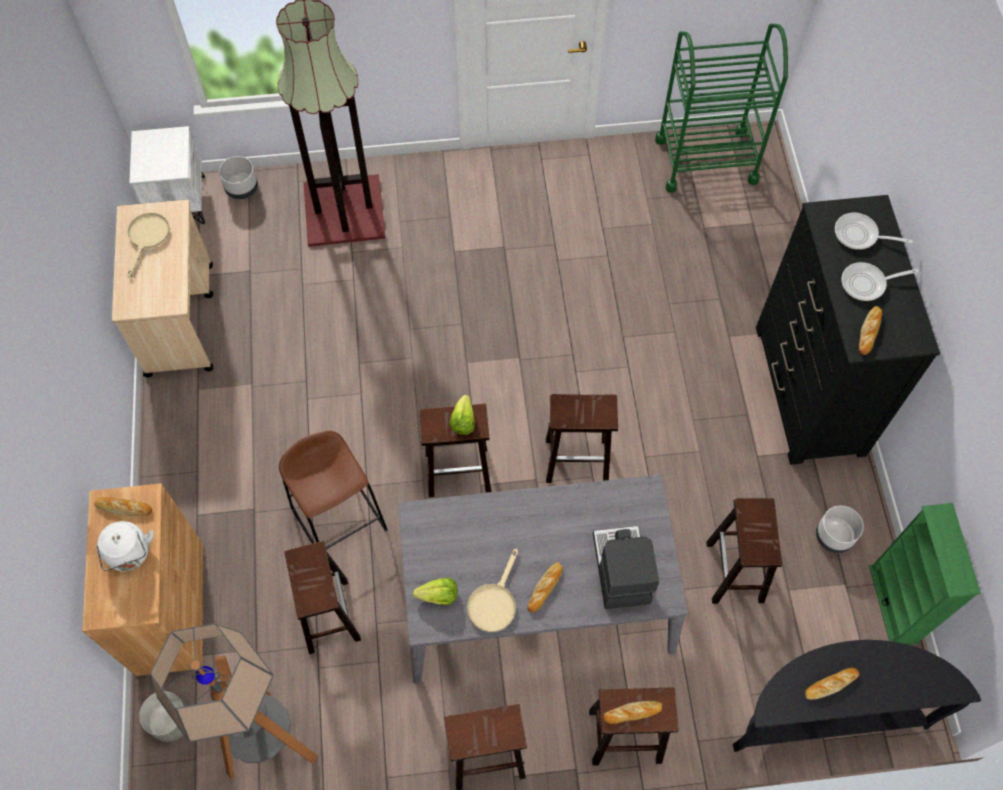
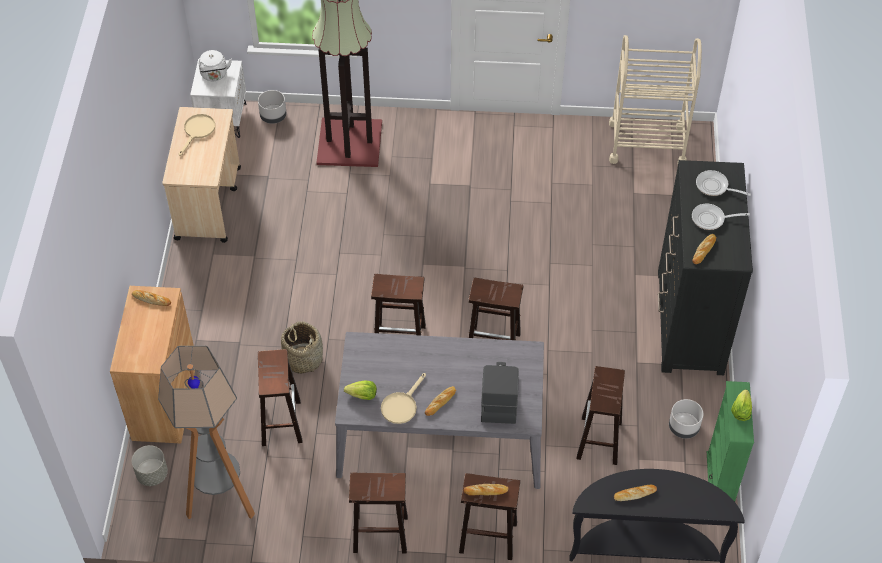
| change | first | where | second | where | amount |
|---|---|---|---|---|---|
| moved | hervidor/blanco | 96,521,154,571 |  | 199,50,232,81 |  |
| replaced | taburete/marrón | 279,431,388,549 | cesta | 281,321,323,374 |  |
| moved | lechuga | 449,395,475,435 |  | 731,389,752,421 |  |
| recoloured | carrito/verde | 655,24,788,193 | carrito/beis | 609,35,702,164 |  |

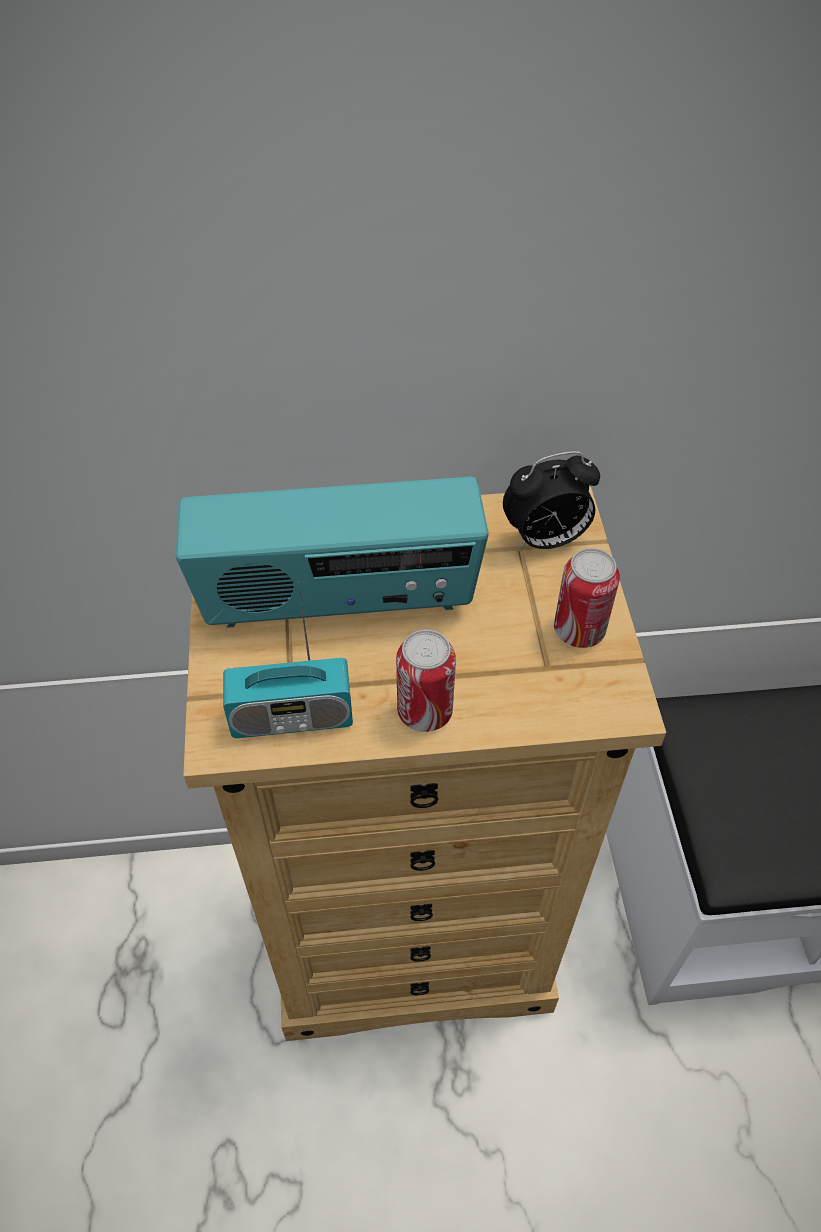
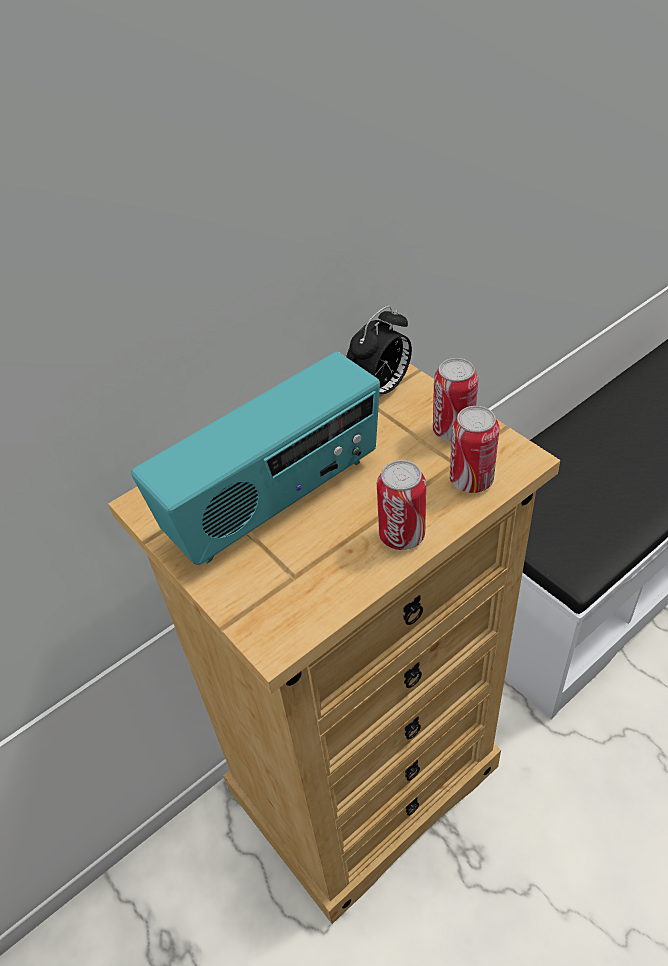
| change | first | where | second | where | amount |
|---|---|---|---|---|---|
| removed | radio | 223,581,353,738 |  |  |  |
| added |  |  | lata | 450,406,499,493 |  |

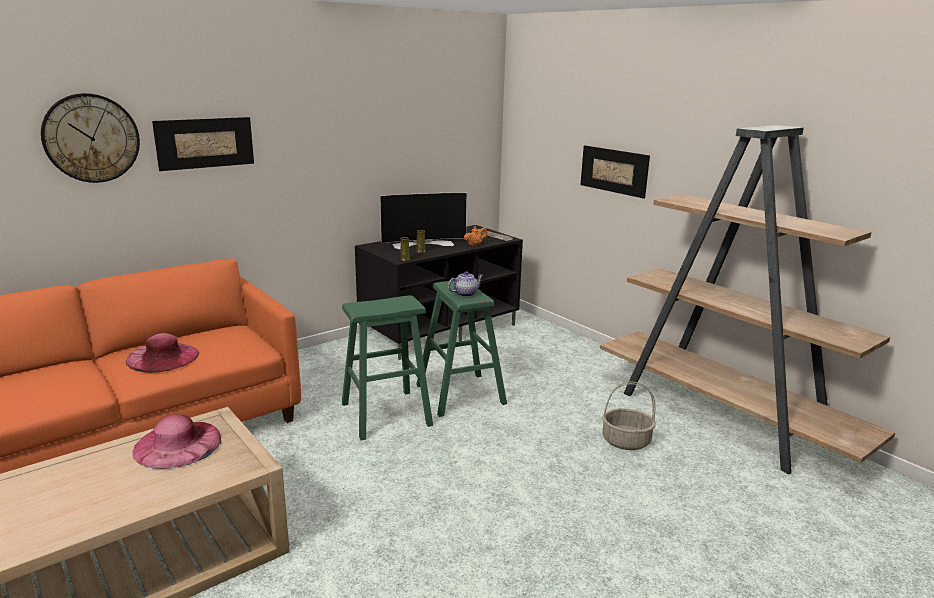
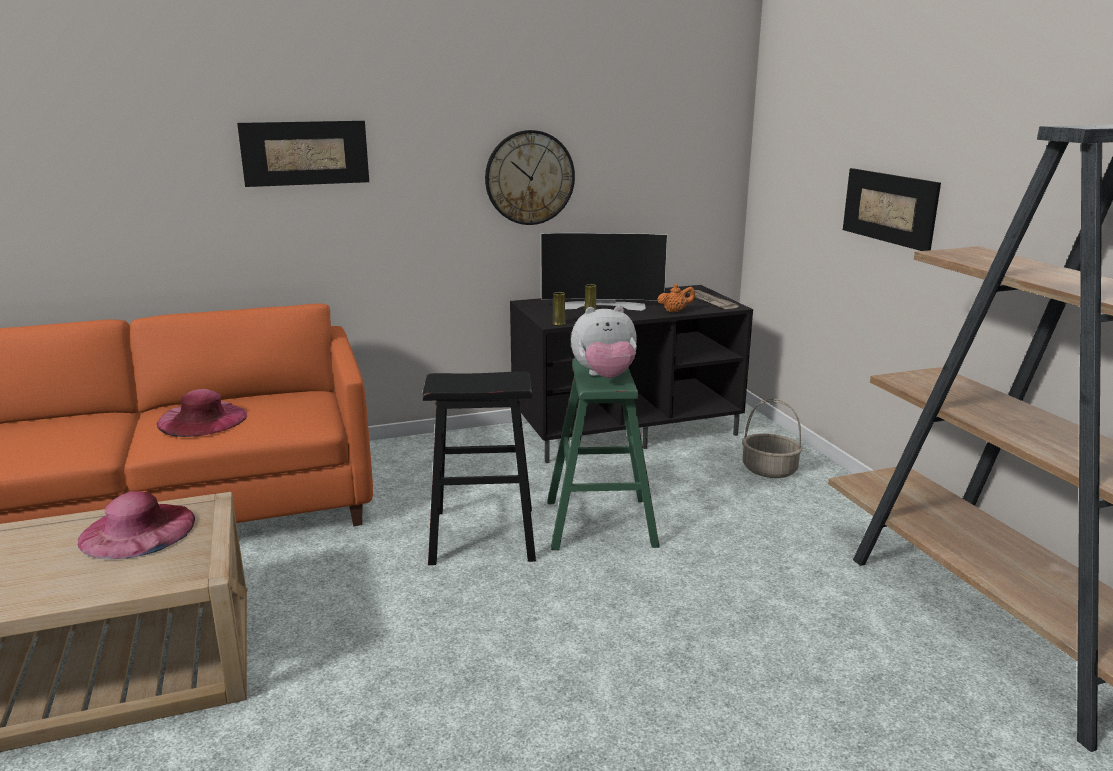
| change | first | where | second | where | amount |
|---|---|---|---|---|---|
| moved | reloj de pared | 41,93,140,183 |  | 485,130,575,225 |  |
| recoloured | taburete/verde | 342,295,433,440 | taburete/negro | 422,371,536,565 |  |
| replaced | tetera | 448,271,483,297 | peluche | 571,306,637,378 |  |
| moved | cesta | 602,381,656,450 |  | 742,399,802,478 |  |

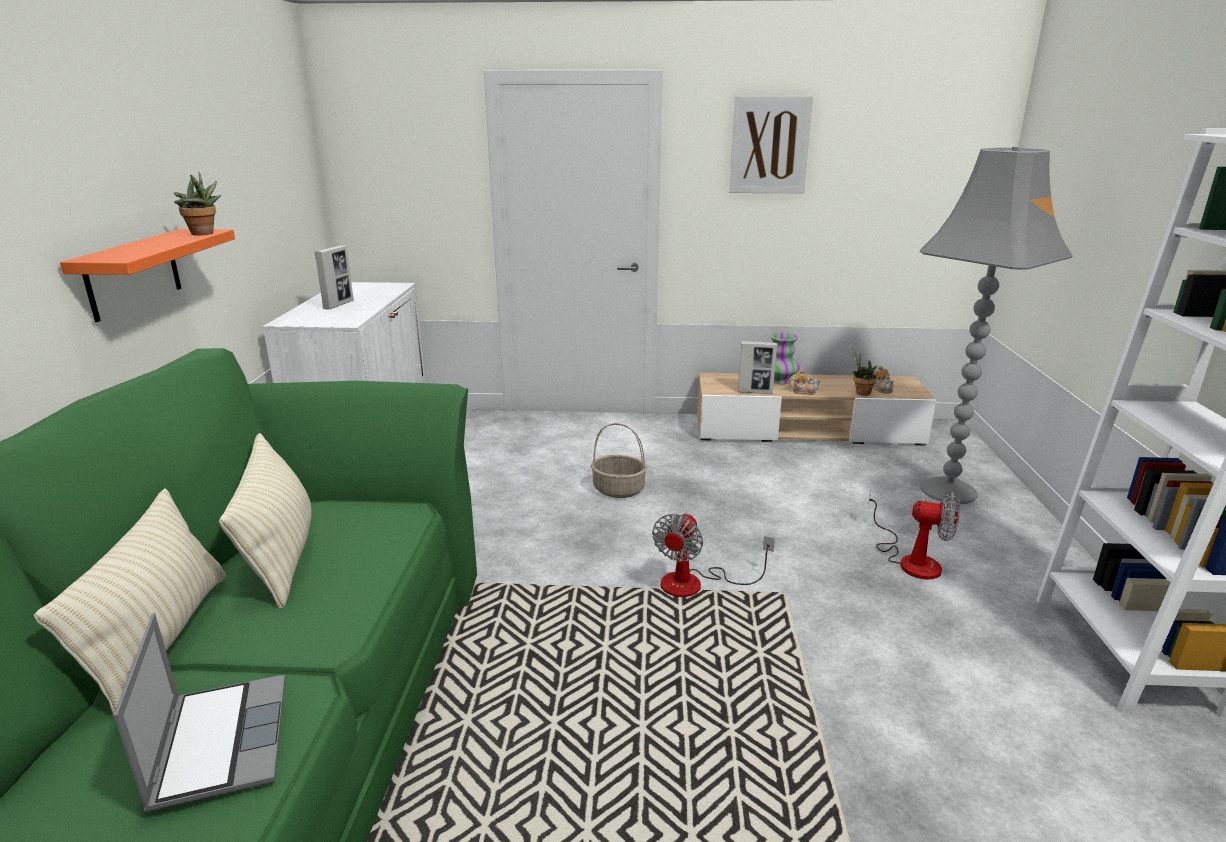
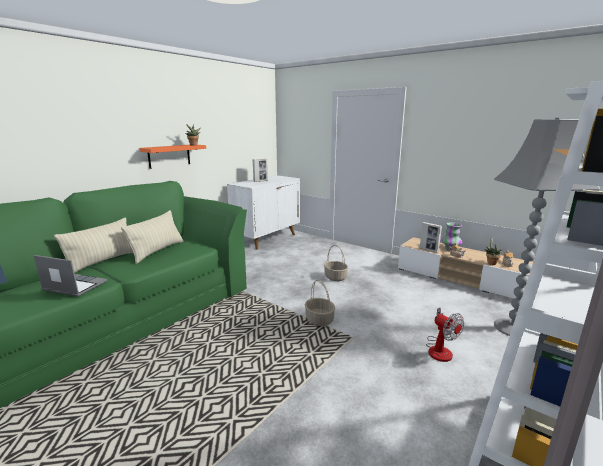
| change | first | where | second | where | amount |
|---|---|---|---|---|---|
| turned | portátil | 114,613,285,812 |  | 33,255,107,297 | 90 degrees counterclockwise |
| replaced | ventilador | 652,512,775,597 | cesta | 305,280,335,326 |  |
| removed | cuadro | 729,96,813,193 |  |  |  |

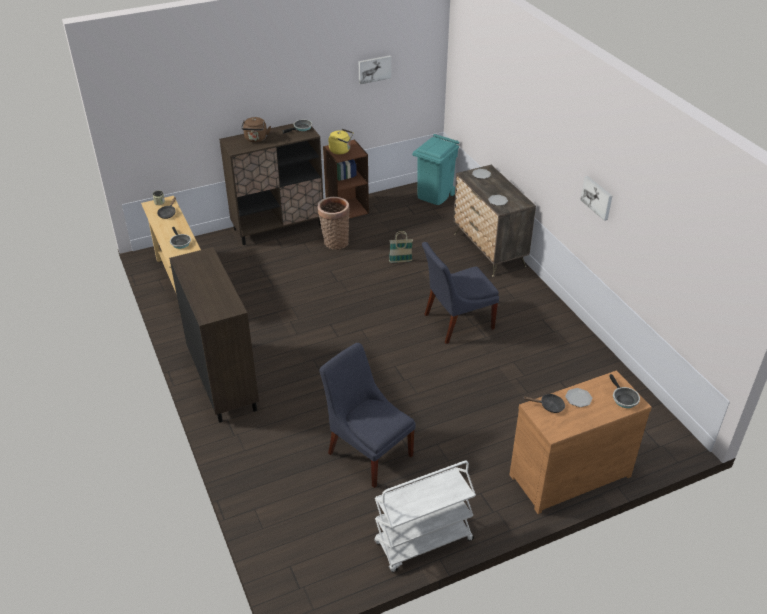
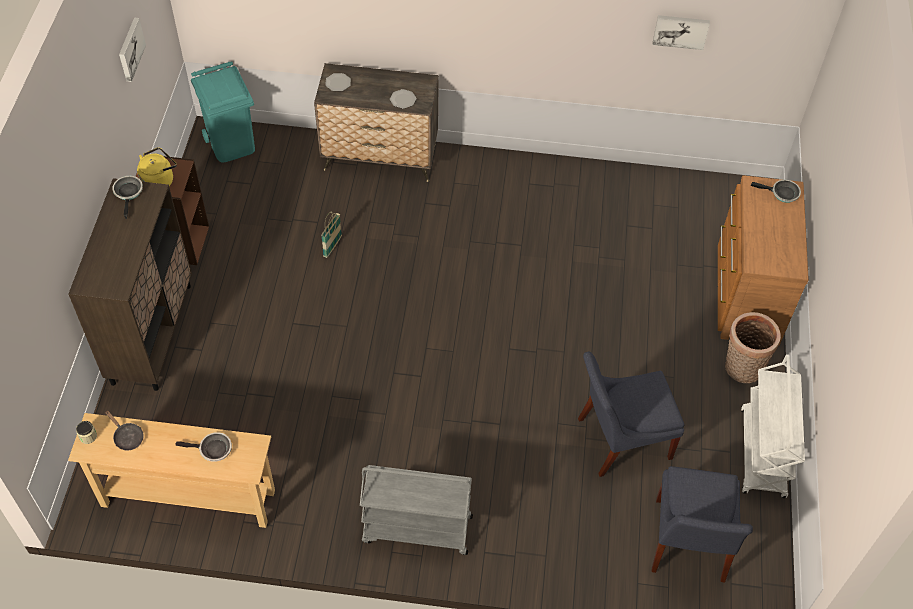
| change | first | where | second | where | amount |
|---|---|---|---|---|---|
| replaced | armario/marrón | 169,247,259,423 | carrito/gris | 360,465,473,555 |  |
| removed | hervidor/marrón | 241,117,271,142 |  |  |  |
| moved | cesta | 318,197,350,249 |  | 725,312,781,383 |  |
| moved | silla/azul | 422,242,499,344 |  | 652,466,753,583 |  |
| removed | sartén/negro | 524,394,565,413 |  |  |  |
| removed | plato | 565,388,593,407 |  |  |  |
| moved | cuadro | 580,176,612,221 |  | 652,15,710,50 |  |

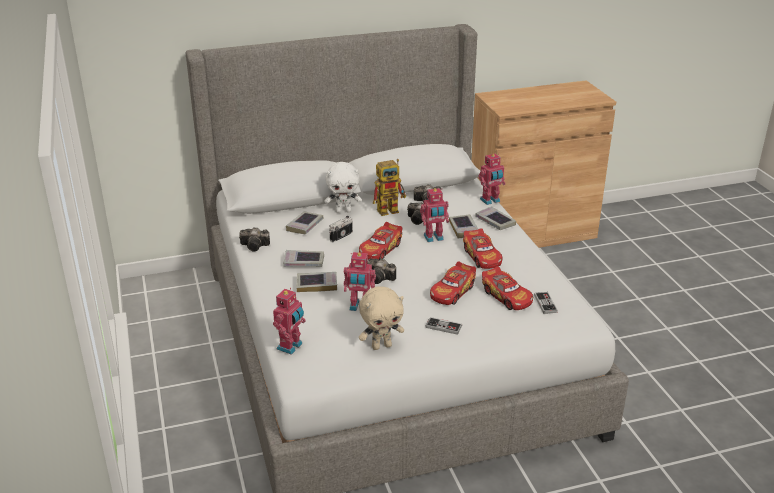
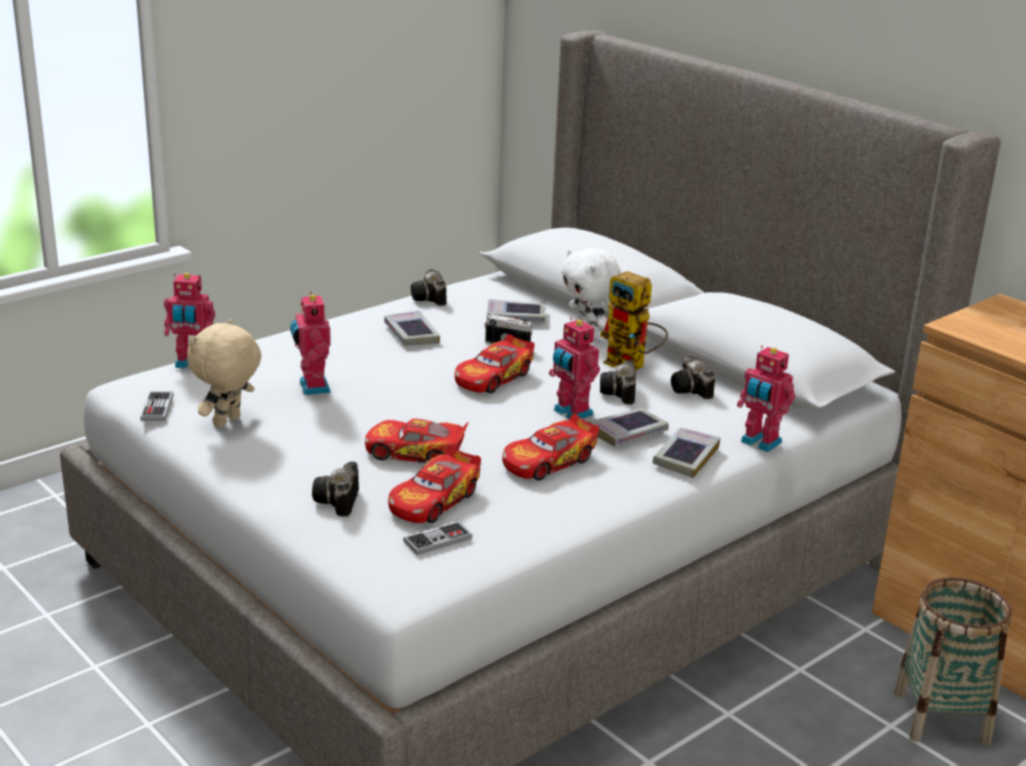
| change | first | where | second | where | amount |
|---|---|---|---|---|---|
| removed | libro | 296,272,337,292 |  |  |  |
| turned | coche de juguete | 359,222,402,260 |  | 455,334,535,393 | 60 degrees counterclockwise |
| turned | peluche/beis | 359,287,404,350 |  | 187,319,261,428 | 75 degrees clockwise |
| moved | cámara | 367,258,396,284 |  | 312,462,359,517 |  |
| moved | mando de consola | 425,317,462,335 |  | 140,392,173,421 |  |
| added |  |  | cesta | 894,577,1012,745 |  |

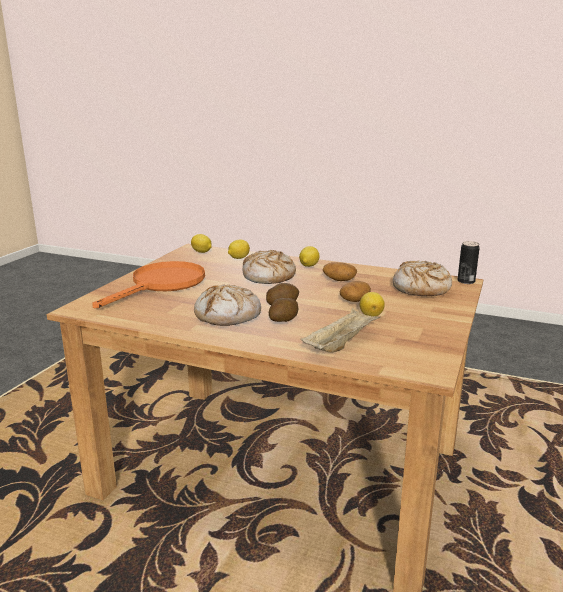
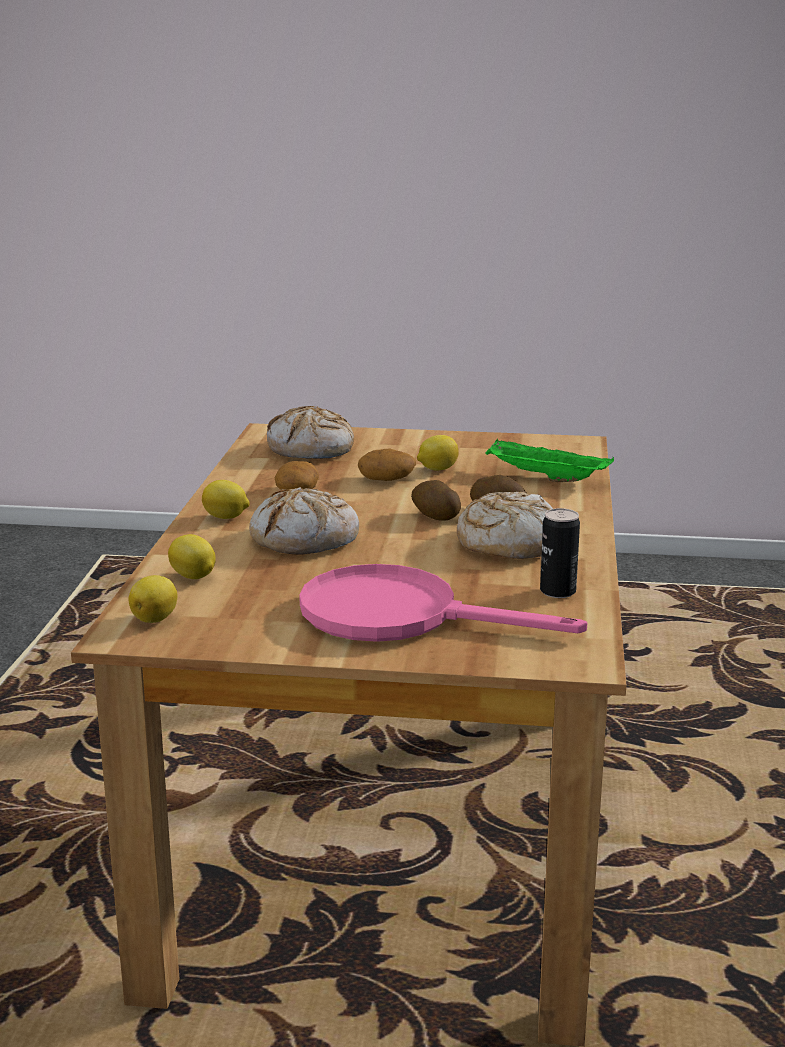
| change | first | where | second | where | amount |
|---|---|---|---|---|---|
| recoloured | sartén/naranja | 92,261,205,308 | sartén/rosa | 299,564,587,642 |  |
| recoloured | bandeja/beis | 301,308,380,353 | bandeja/verde | 486,439,614,482 |  |
| moved | lata | 457,241,480,284 |  | 540,508,580,598 |  |

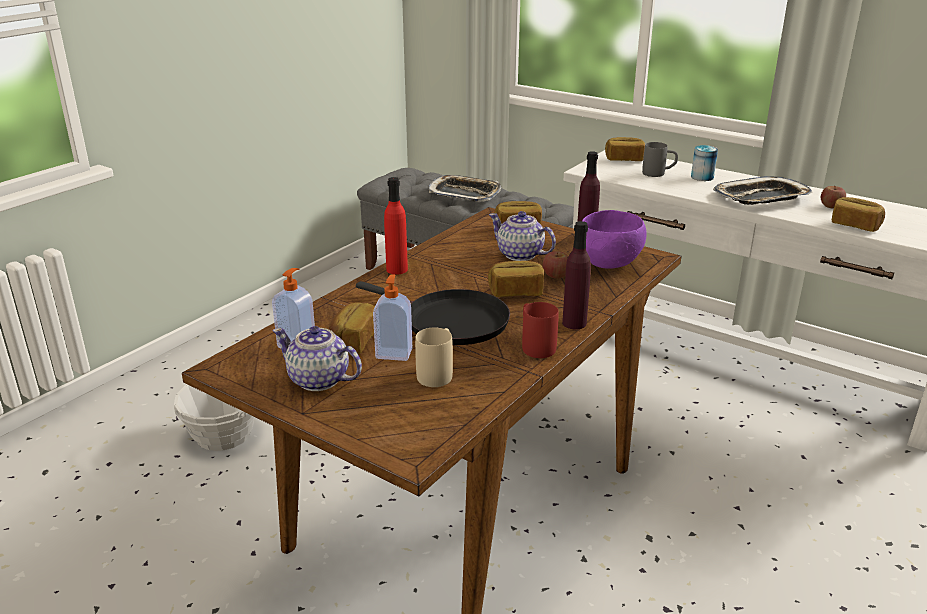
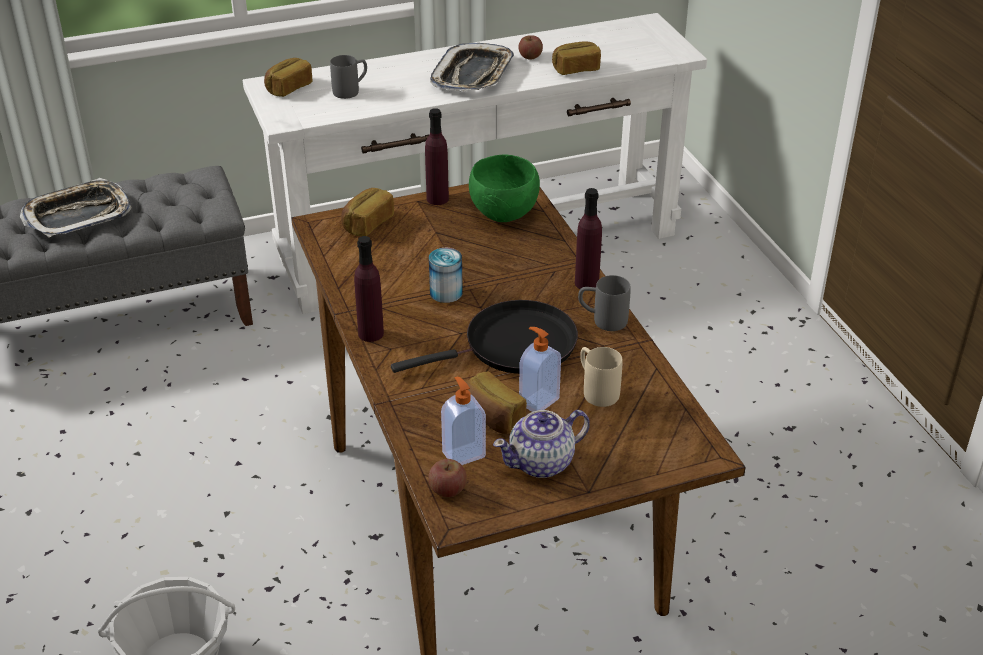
| change | first | where | second | where | amount |
|---|---|---|---|---|---|
| recoloured | botella/rojo | 384,177,408,275 | botella/morado | 354,236,384,342 |  |
| removed | pan | 488,261,544,297 |  |  |  |
| removed | tetera | 489,211,556,261 |  |  |  |
| recoloured | taza grande/rojo | 522,302,559,358 | taza grande/gris | 578,275,631,331 |  |
| moved | manzana | 542,251,568,278 |  | 428,459,467,497 |  |
| recoloured | cuenco/morado | 582,210,647,269 | cuenco/verde | 469,154,540,222 |  |
| moved | lata | 691,145,718,181 |  | 429,248,463,303 |  |

